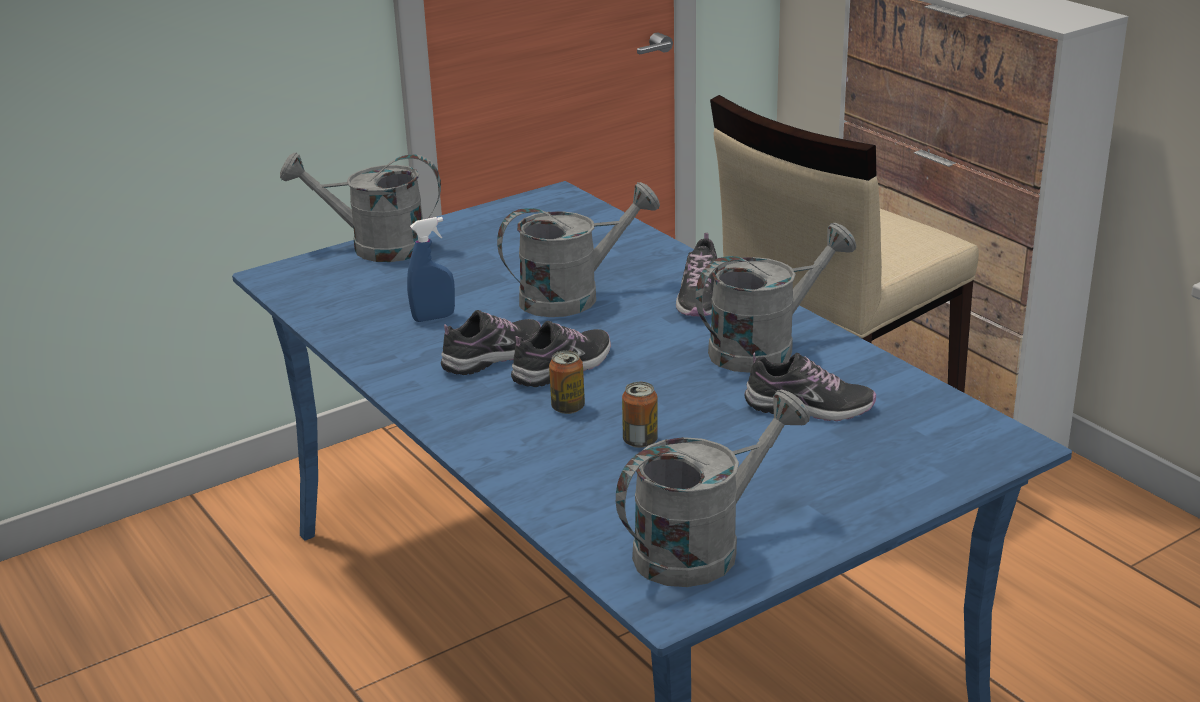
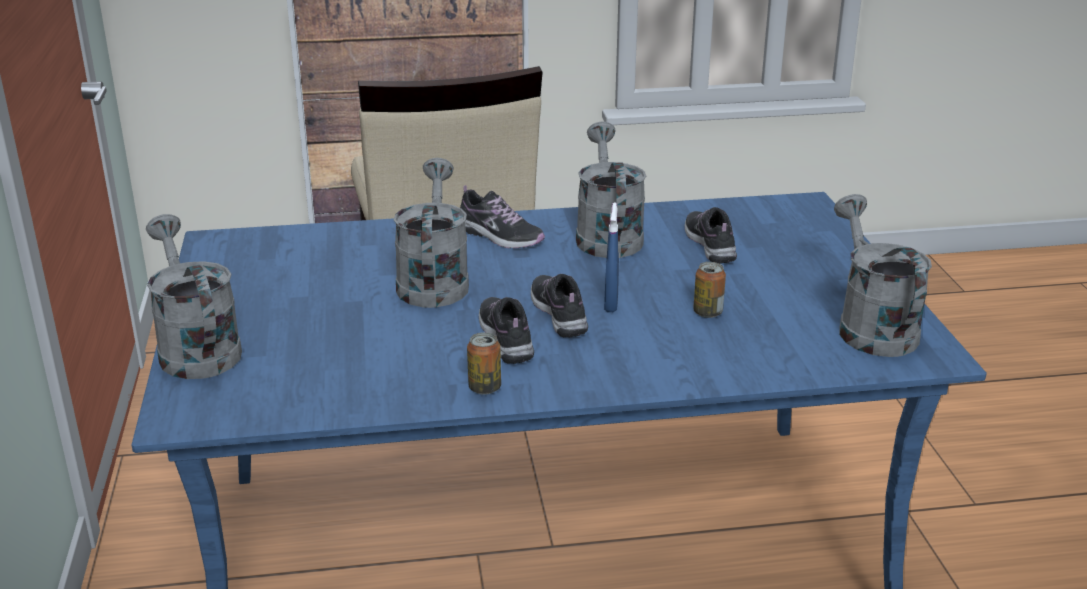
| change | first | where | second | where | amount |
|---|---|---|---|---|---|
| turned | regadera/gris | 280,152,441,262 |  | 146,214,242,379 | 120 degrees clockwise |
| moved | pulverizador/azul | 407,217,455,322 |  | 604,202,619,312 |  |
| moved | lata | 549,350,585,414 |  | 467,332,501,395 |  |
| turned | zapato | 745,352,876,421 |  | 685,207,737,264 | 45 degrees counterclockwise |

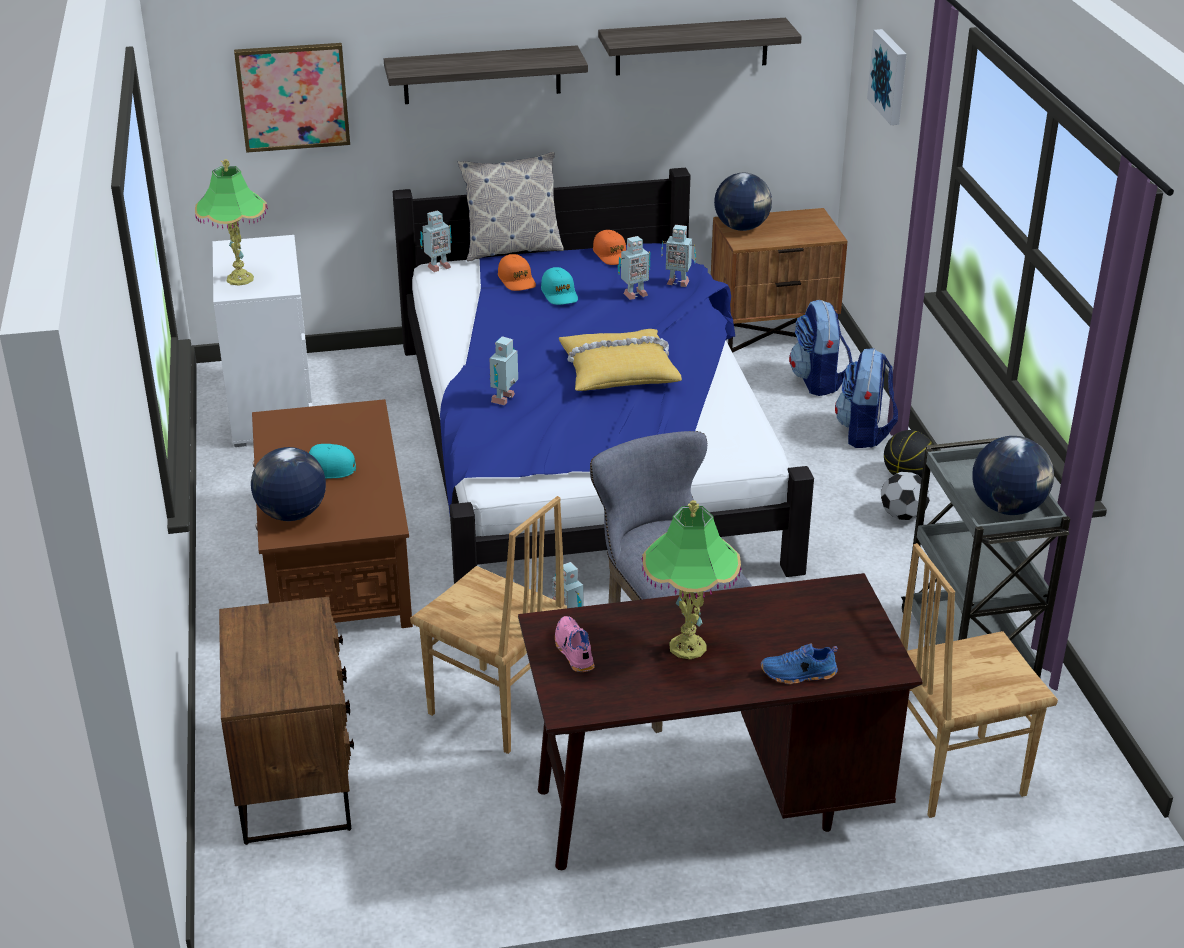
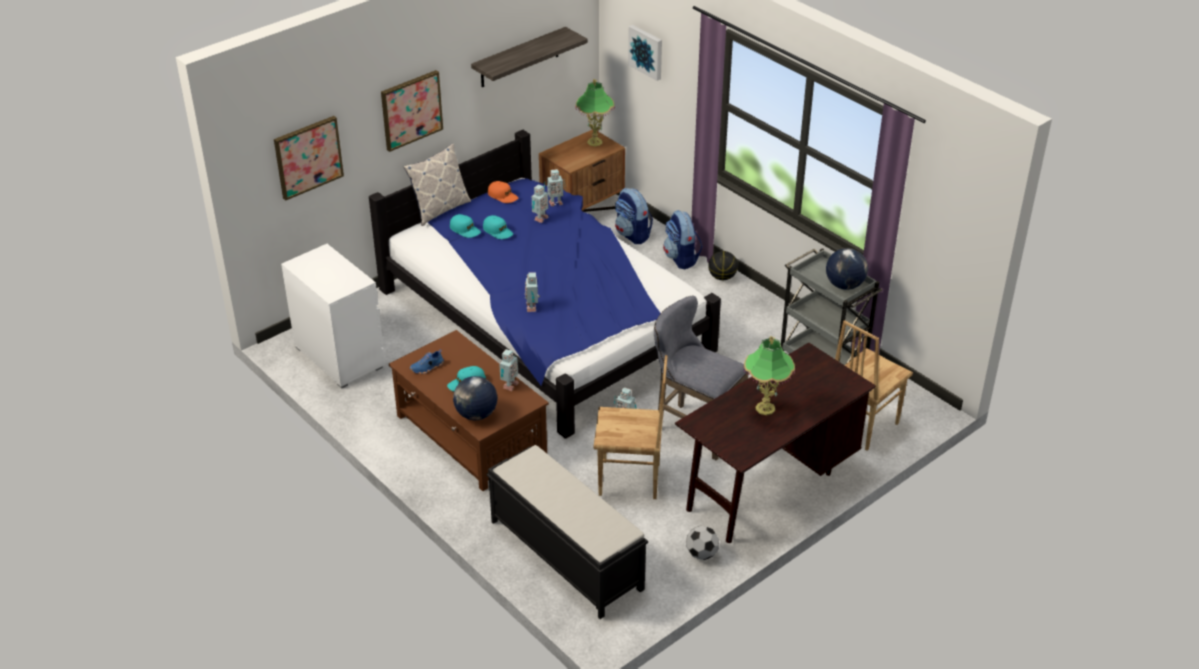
| change | first | where | second | where | amount |
|---|---|---|---|---|---|
| moved | lámpara de mesa | 195,159,268,286 |  | 575,79,615,146 |  |
| replaced | mesita de noche/marrón | 219,597,354,845 | banco/negro | 486,445,648,619 |  |
| replaced | estante | 384,46,588,104 | cuadro | 381,70,443,152 |  |
| moved | robot de juguete | 420,210,452,272 |  | 499,349,519,391 |  |
| recoloured | gorra/naranja | 498,254,536,291 | gorra/turquesa | 450,214,481,238 |  |
| removed | zapato/rosa | 555,616,595,672 |  |  |  |
| removed | cojín/amarillo | 559,329,682,391 |  |  |  |
| removed | globo terráqueo | 714,173,772,231 |  |  |  |
| moved | zapato/azul | 761,644,838,685 |  | 410,349,444,374 |  |
| moved | balón de fútbol | 881,472,930,520 |  | 686,526,719,560 |  |

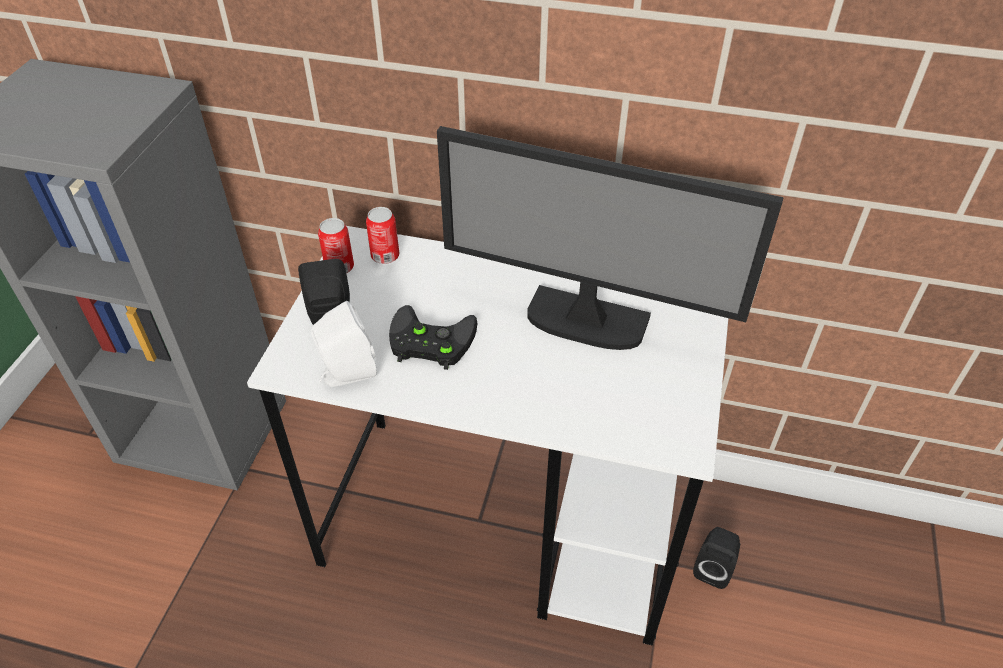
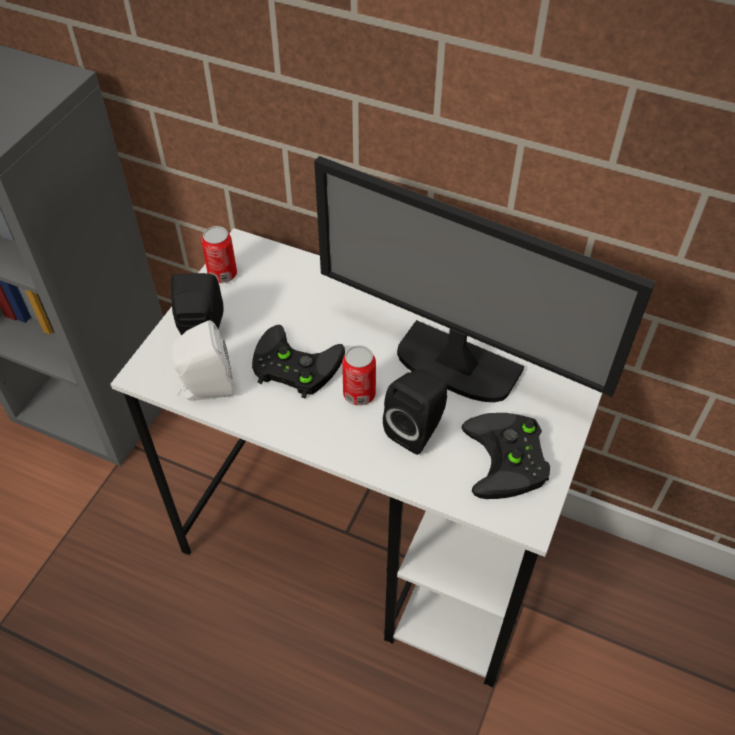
| change | first | where | second | where | amount |
|---|---|---|---|---|---|
| moved | lata | 366,207,399,264 |  | 342,345,376,406 |  |
| moved | altavoz/negro | 693,527,740,589 |  | 383,369,447,455 |  |
| added |  |  | mando de consola/negro | 461,413,550,499 |  |

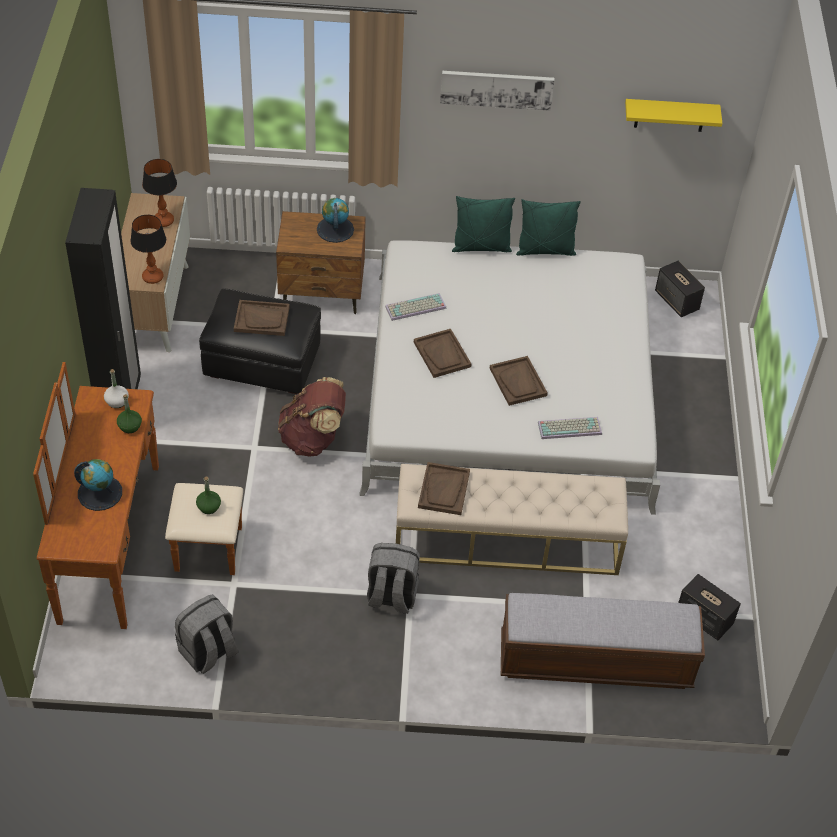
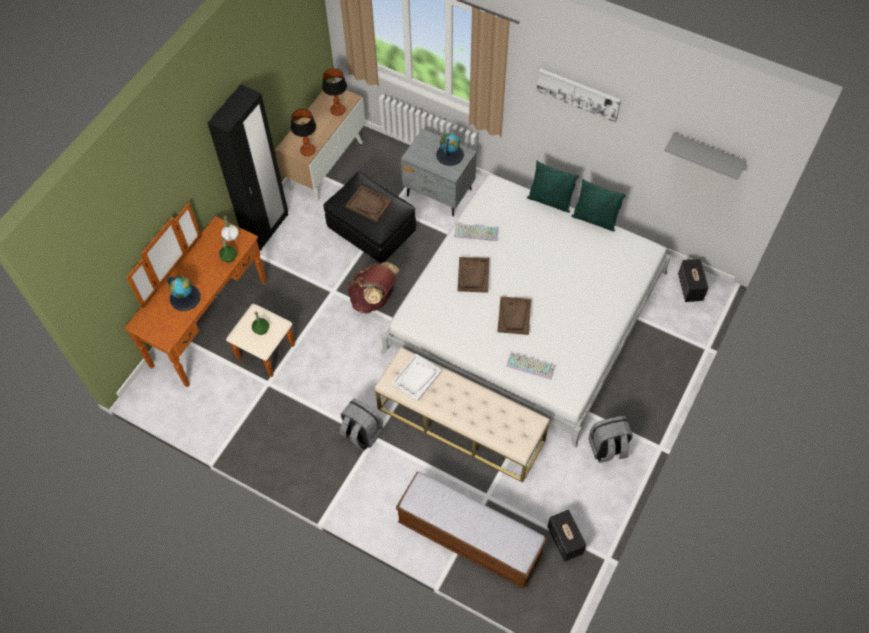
| change | first | where | second | where | amount |
|---|---|---|---|---|---|
| moved | mochila/gris | 175,594,239,674 |  | 588,416,633,463 |  |
| recoloured | mesita de noche/marrón | 276,211,366,314 | mesita de noche/gris | 401,129,477,217 |  |
| recoloured | bandeja/marrón | 418,462,470,515 | bandeja/blanco | 392,354,442,402 |  |
| recoloured | estante/amarillo | 625,99,722,132 | estante/gris | 664,133,747,180 |  |

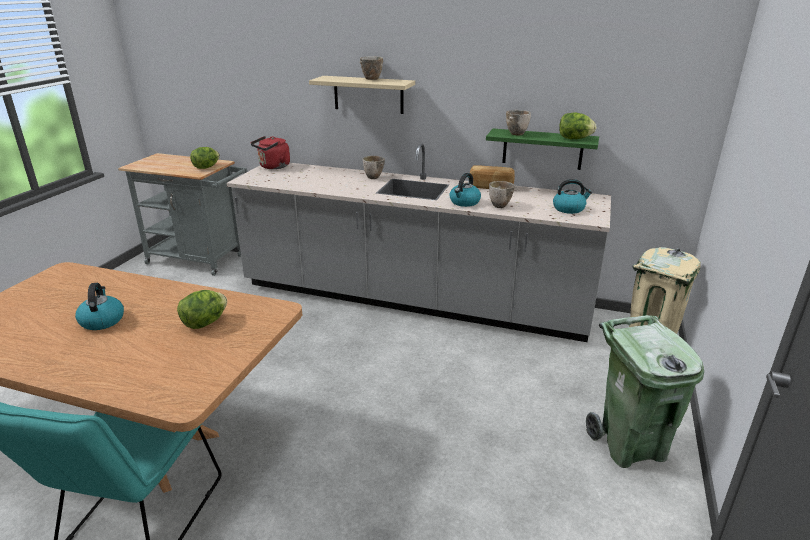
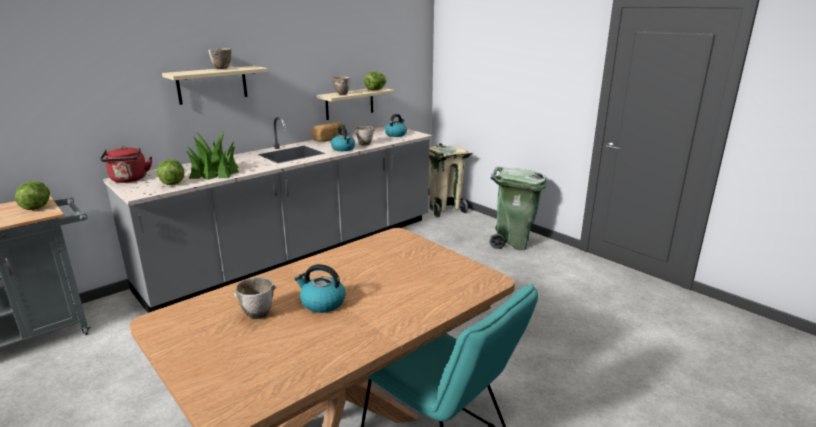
| change | first | where | second | where | amount |
|---|---|---|---|---|---|
| moved | lechuga | 177,290,227,329 |  | 157,159,184,185 |  |
| moved | cuenco | 363,156,385,179 |  | 234,277,276,319 |  |
| recoloured | estante/verde | 486,129,599,170 | estante/beis | 317,88,394,120 |  |
| added |  |  | planta en maceta | 186,131,239,180 |  |

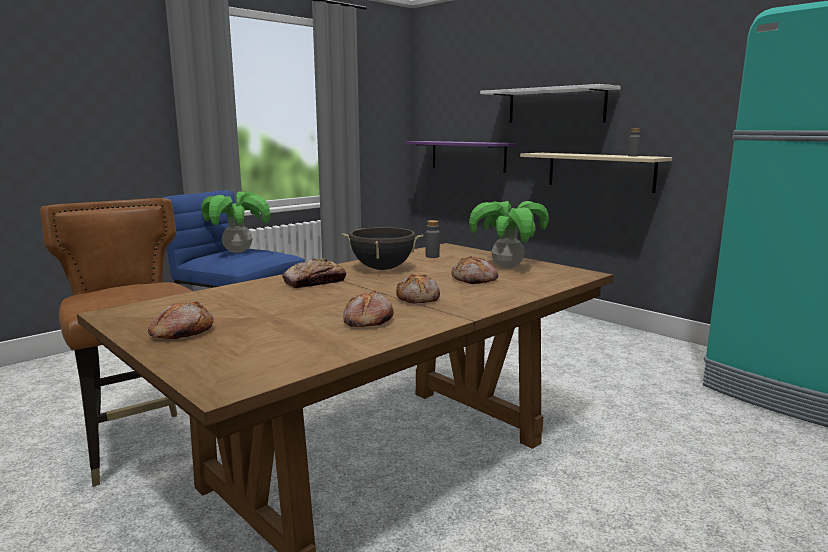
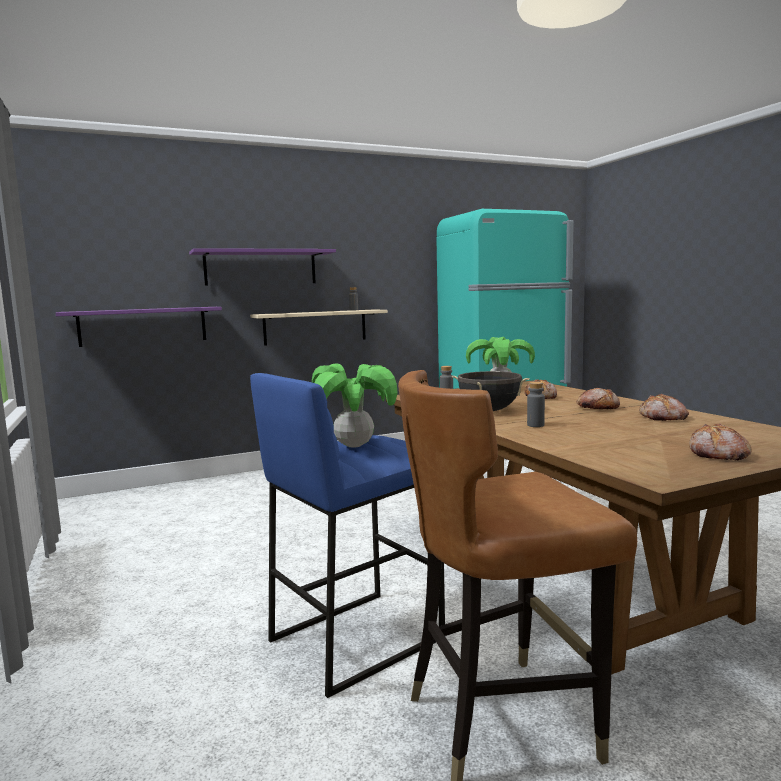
| change | first | where | second | where | amount |
|---|---|---|---|---|---|
| replaced | pan | 282,259,346,288 | botella/gris | 527,382,545,427 |  |
| recoloured | estante/blanco | 480,84,621,123 | estante/morado | 189,248,336,285 |  |

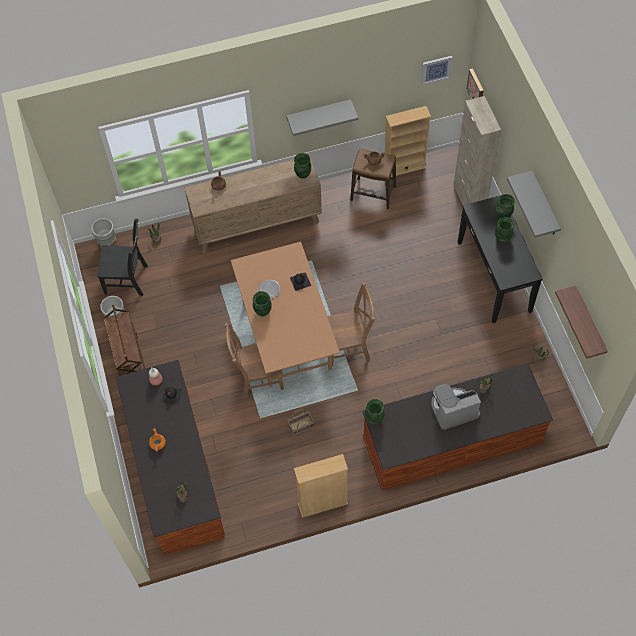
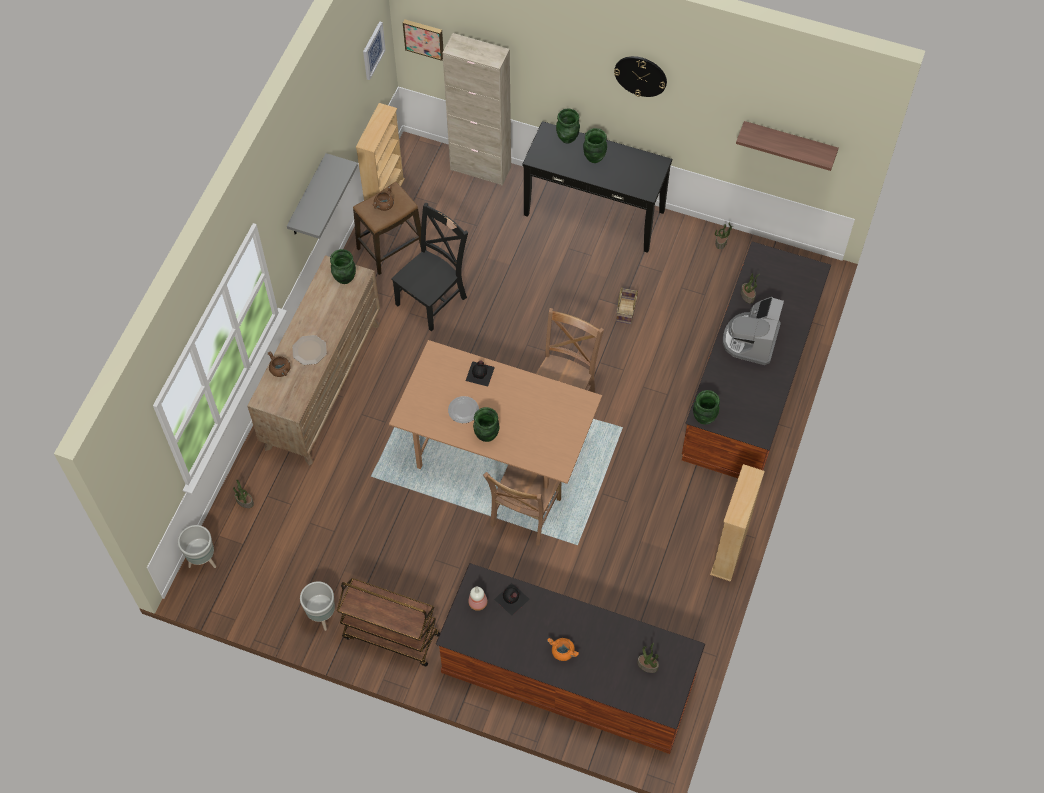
| change | first | where | second | where | amount |
|---|---|---|---|---|---|
| moved | silla/negro | 97,218,148,296 |  | 391,202,468,332 |  |
| moved | cesta | 287,409,314,436 |  | 616,287,638,324 |  |
| replaced | estante/gris | 507,171,561,238 | reloj de pared | 614,56,667,97 |  |
| added |  |  | plato | 292,335,327,365 |  |

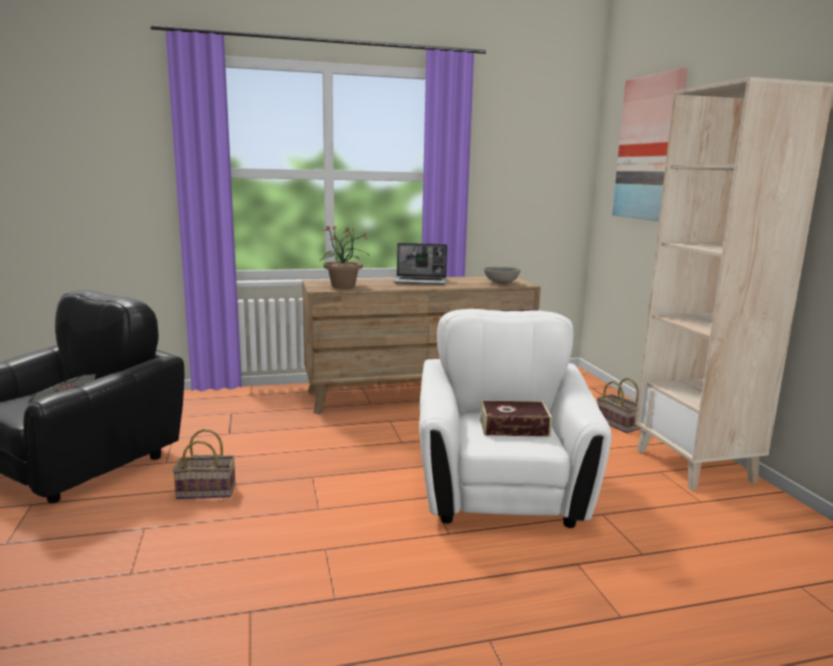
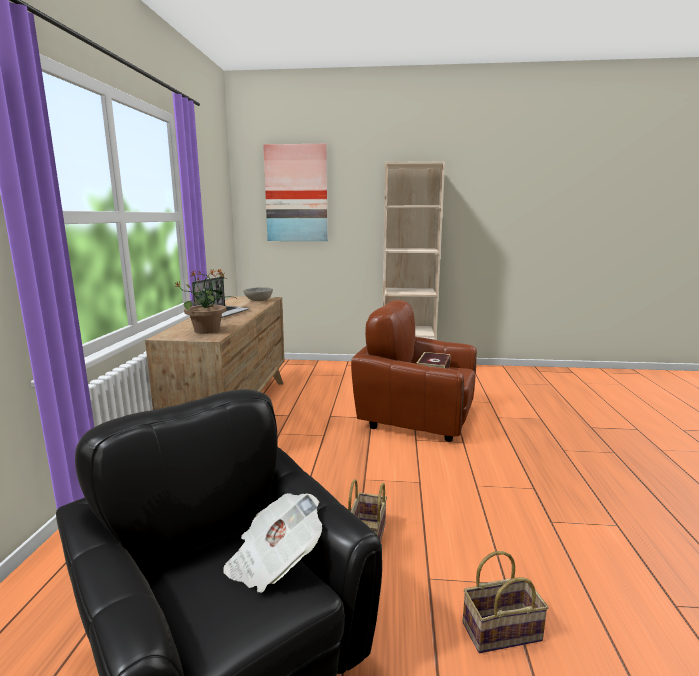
| change | first | where | second | where | amount |
|---|---|---|---|---|---|
| recoloured | sillón/blanco | 419,309,612,528 | sillón/marrón | 351,300,477,442 |  |
| moved | cesta | 597,378,641,433 |  | 463,551,549,653 |  |

